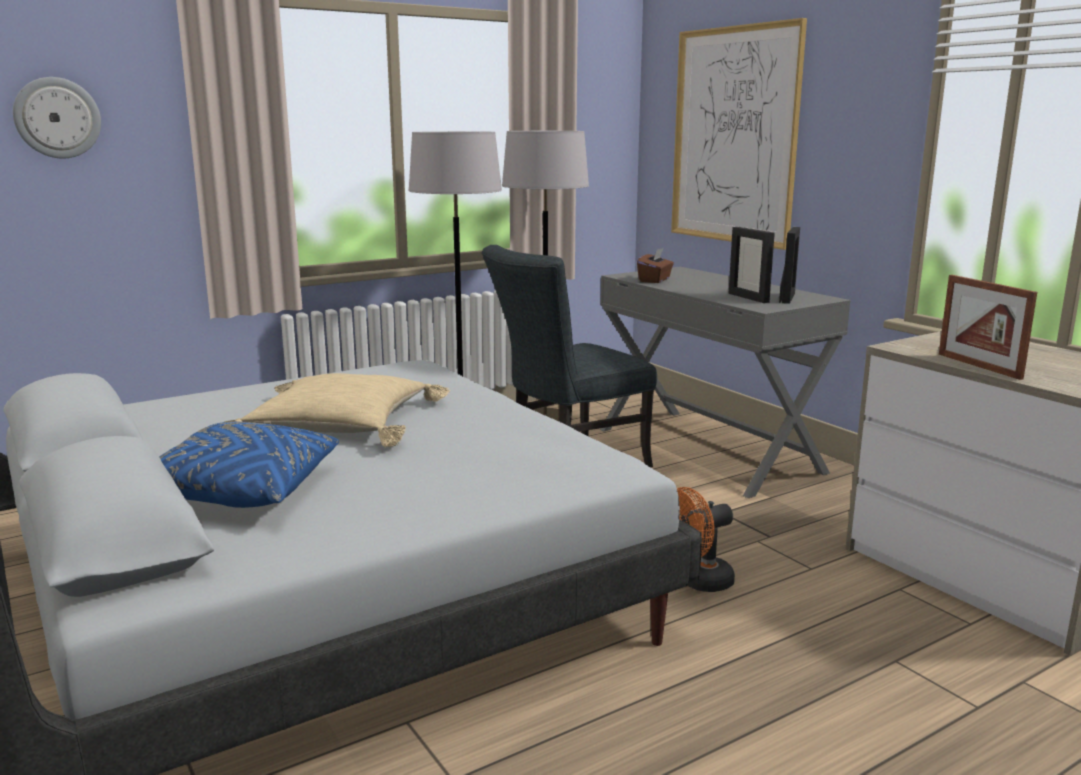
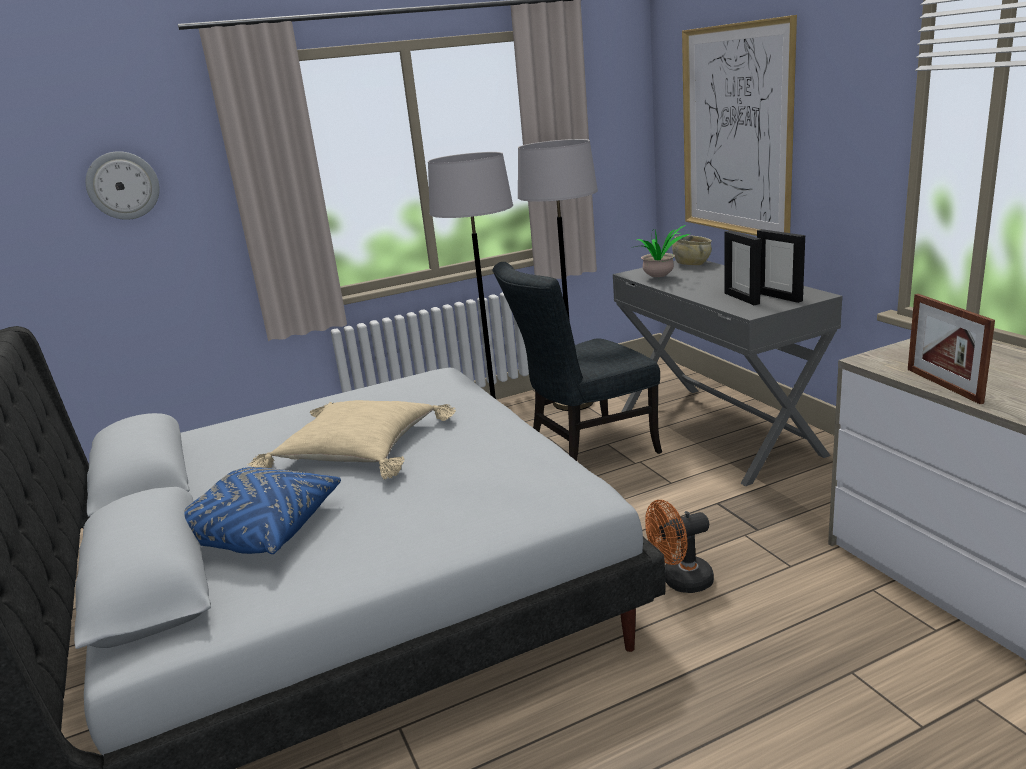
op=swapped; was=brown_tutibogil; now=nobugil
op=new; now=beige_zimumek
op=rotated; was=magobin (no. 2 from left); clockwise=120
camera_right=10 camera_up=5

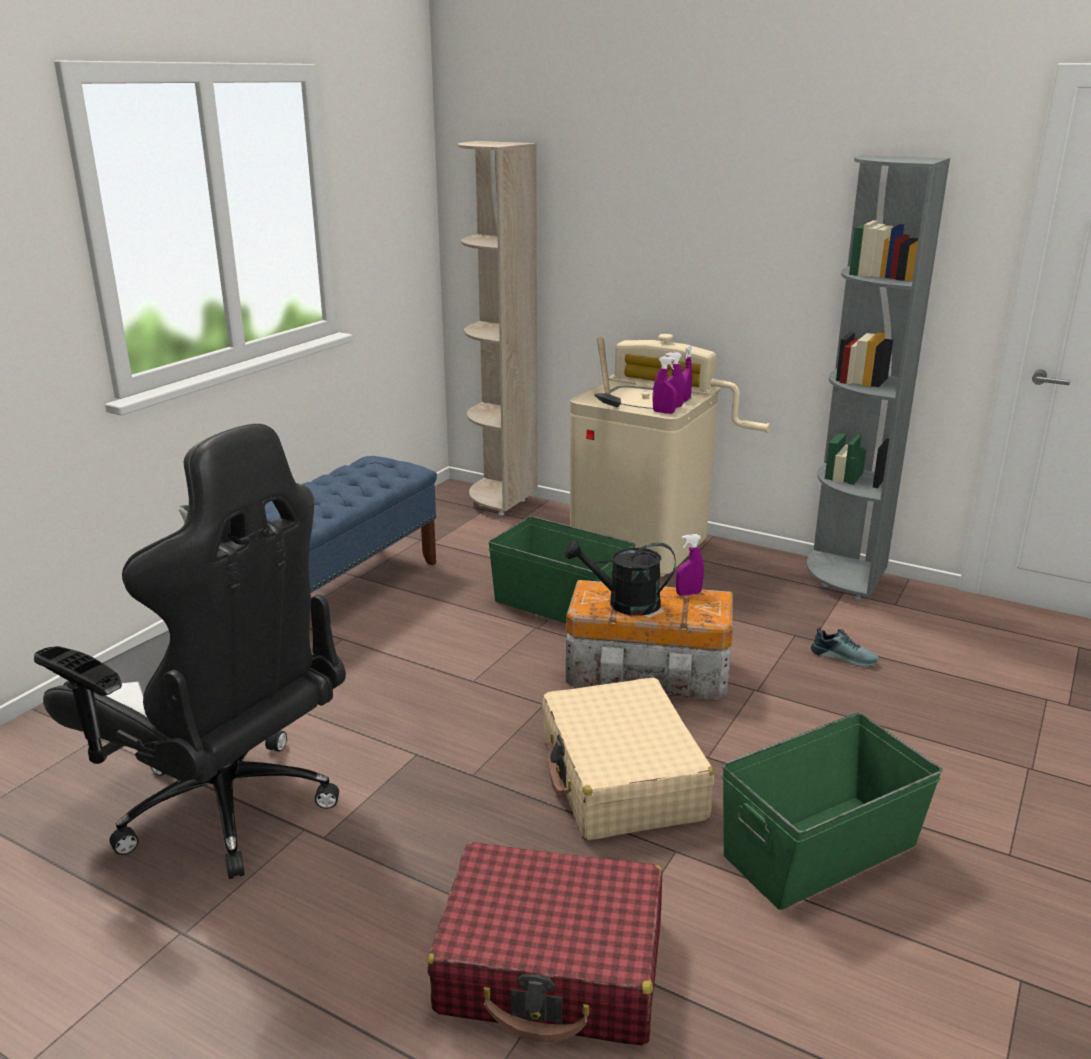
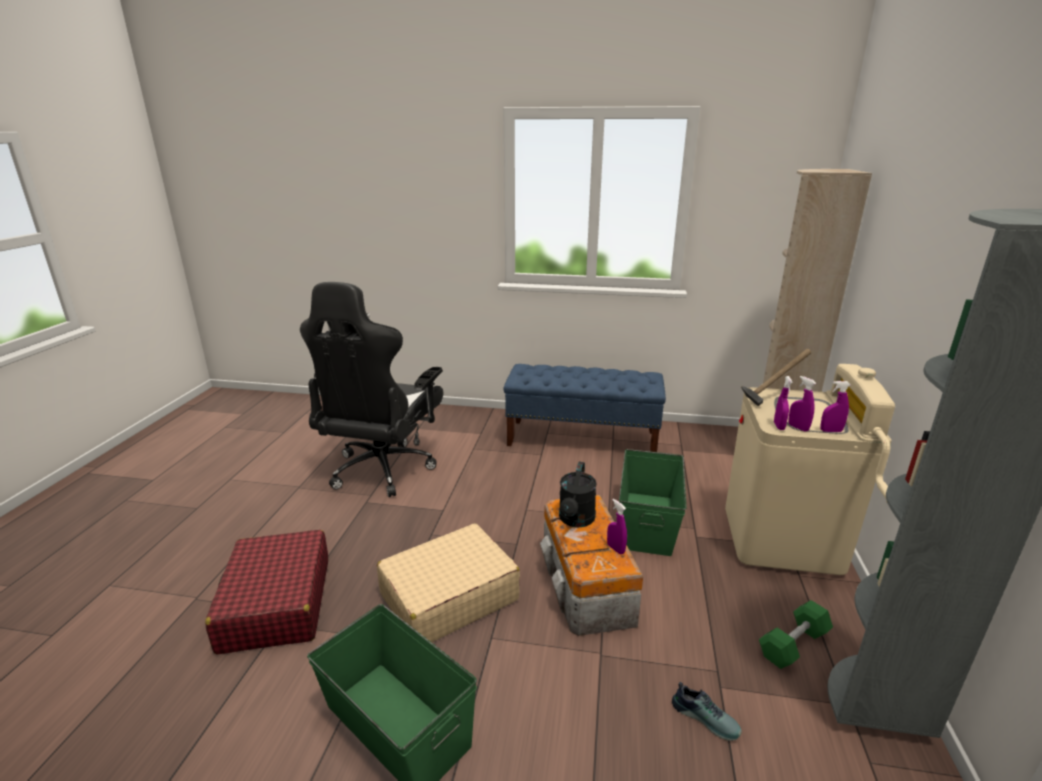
op=rotated; was=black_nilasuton; clockwise=-150
op=rotated; was=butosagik; clockwise=-60
op=new; now=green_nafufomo
camera_right=70 camera_up=0

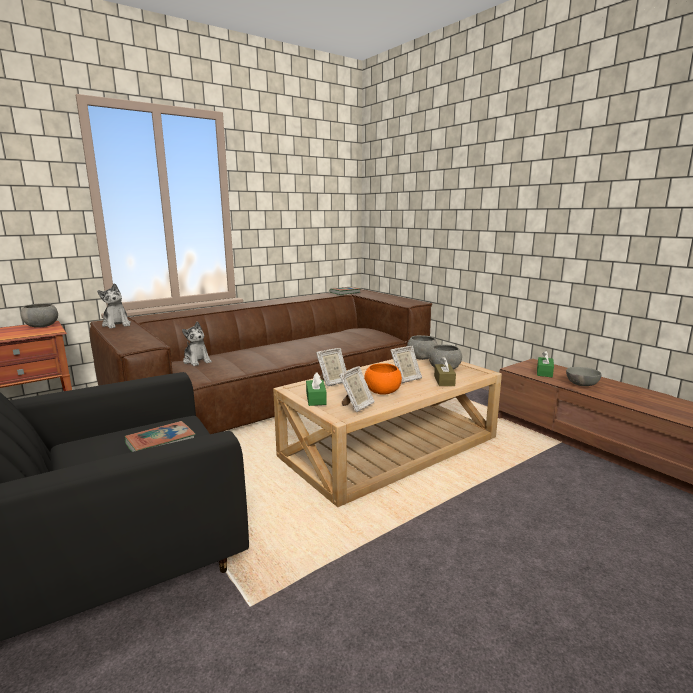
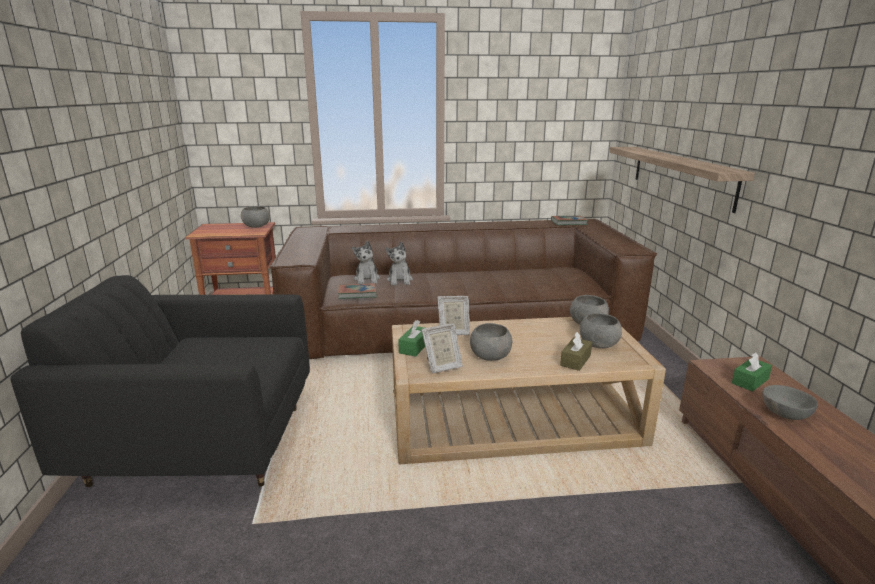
op=shifted; was=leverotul (no. 1 from left)
op=shifted; was=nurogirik (no. 1 from left in the first image); now=nurogirik (no. 2 from left)
op=repainted; was=orange_zimumek; now=grey_zimumek (no. 2 from left)
op=new; now=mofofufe
op=gone; was=magobin (no. 3 from left)
camera_right=30 camera_up=5

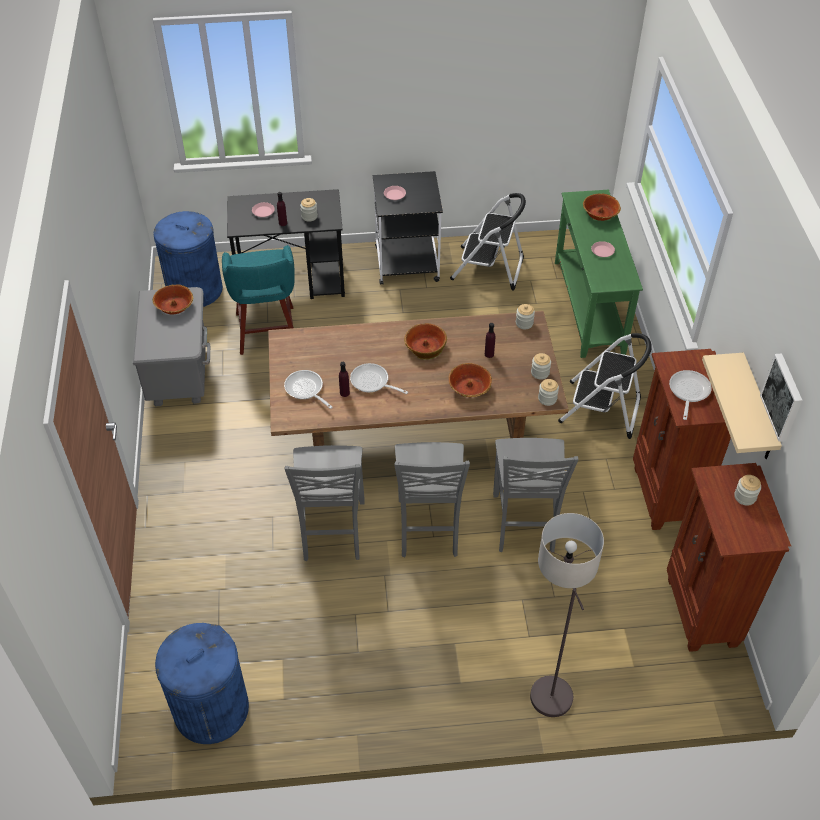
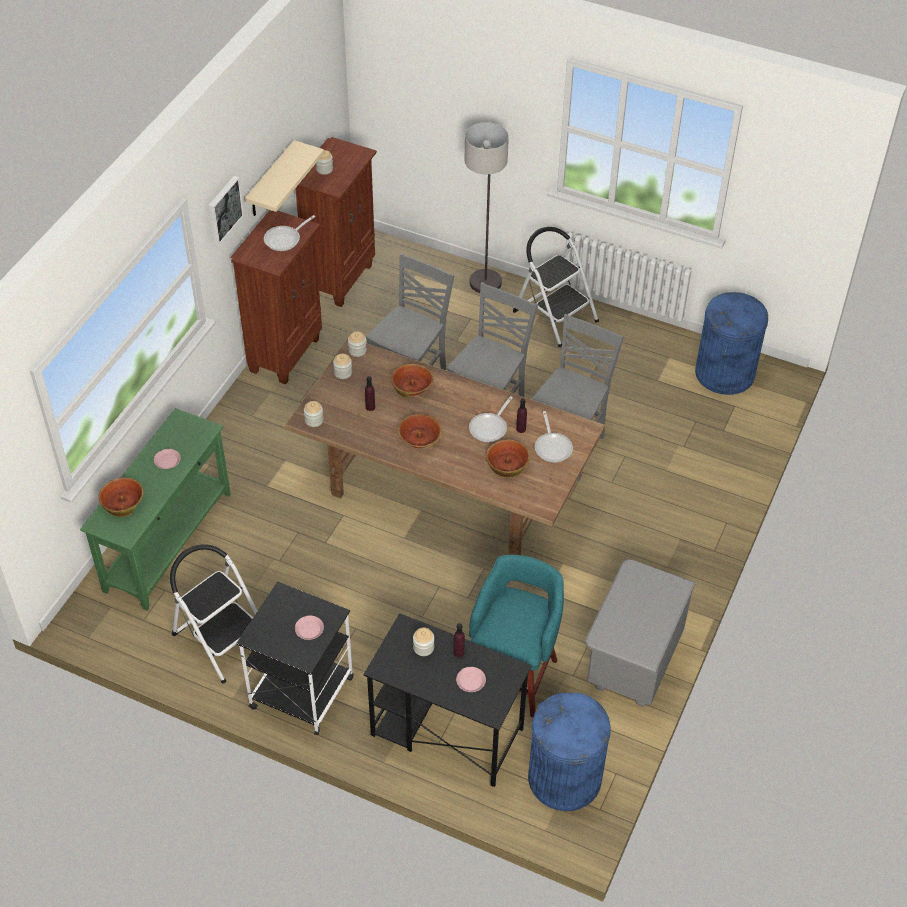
op=shifted; was=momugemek
op=rotated; was=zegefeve (no. 2 from left); clockwise=60
op=shifted; was=zimumek (no. 1 from left in the first image); now=zimumek (no. 4 from left)
op=shifted; was=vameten (no. 2 from left)
camera_right=-150 camera_up=0

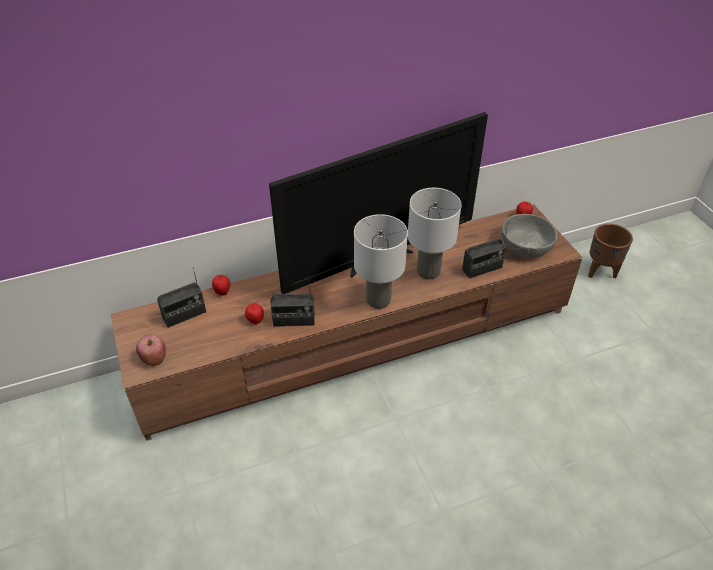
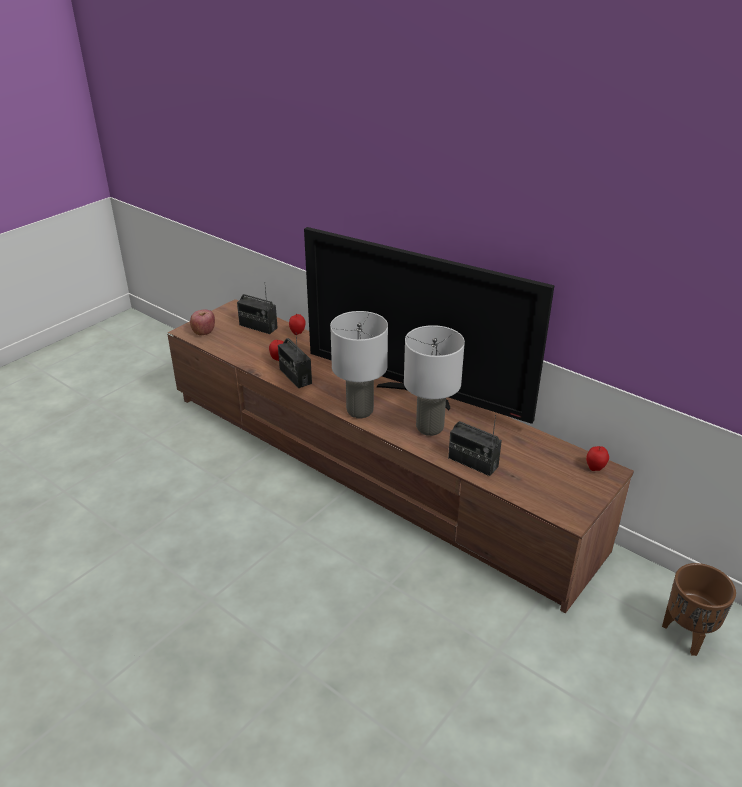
op=gone; was=grey_zimumek
camera_right=60 camera_up=-10

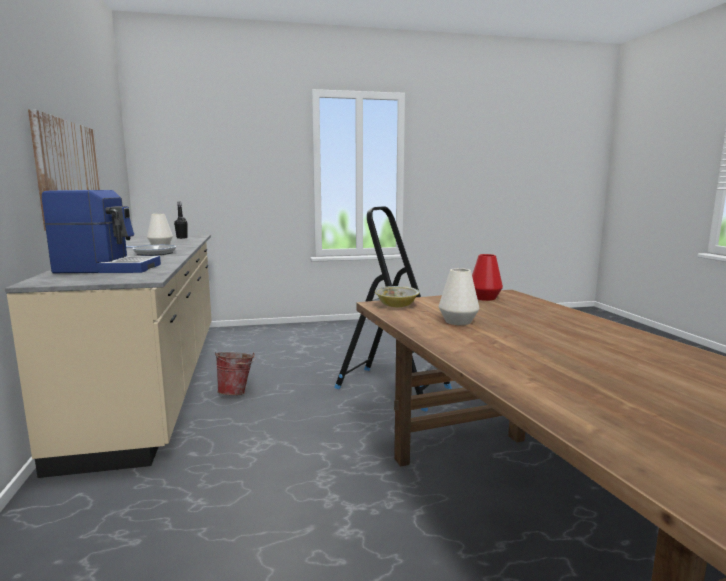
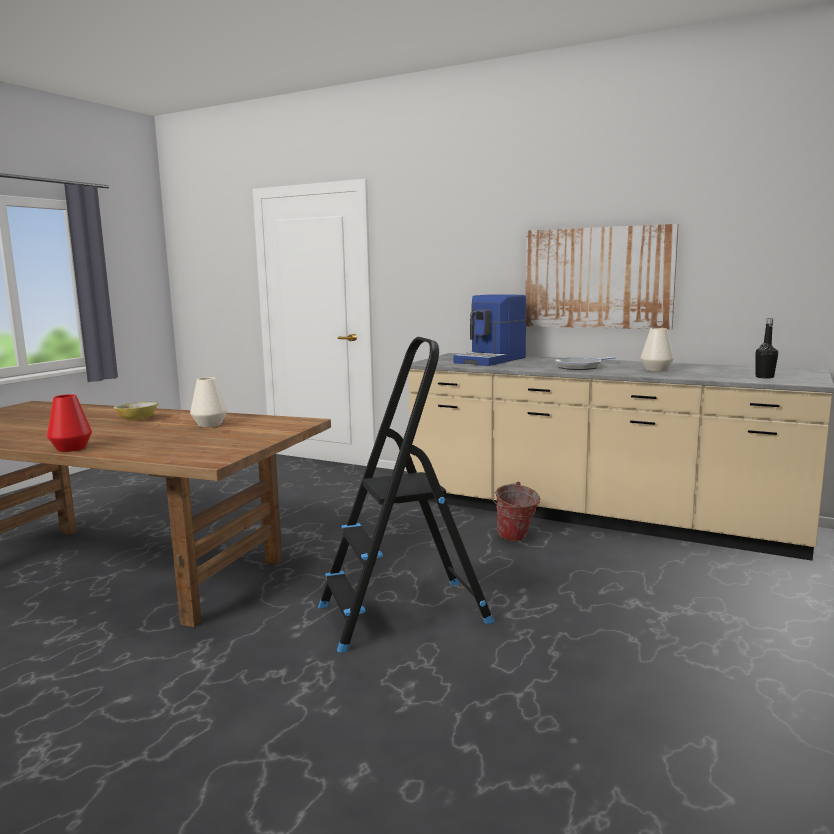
op=shifted; was=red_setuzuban
op=shifted; was=zimumek
camera_right=130 camera_up=0

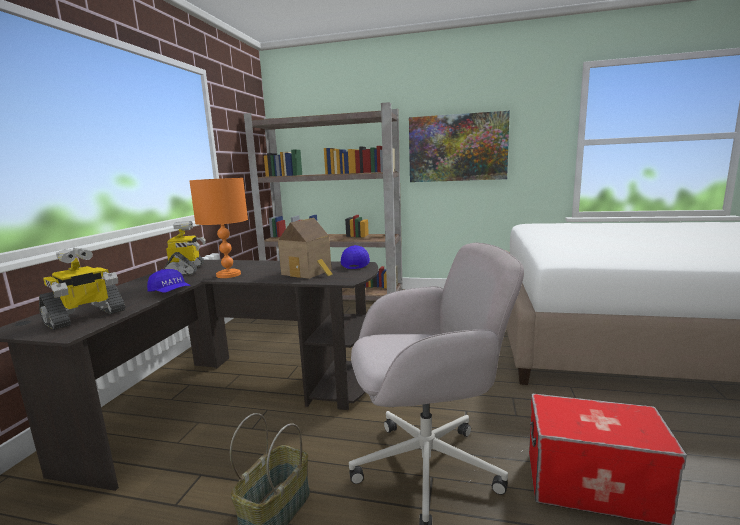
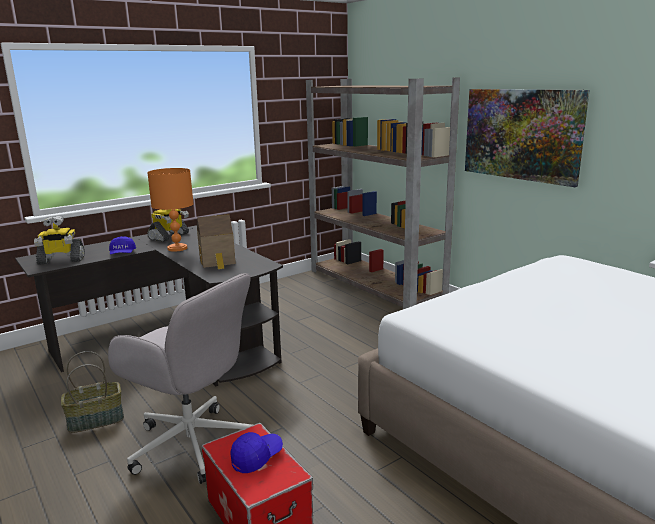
op=shifted; was=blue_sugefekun (no. 2 from left)
camera_right=40 camera_up=5

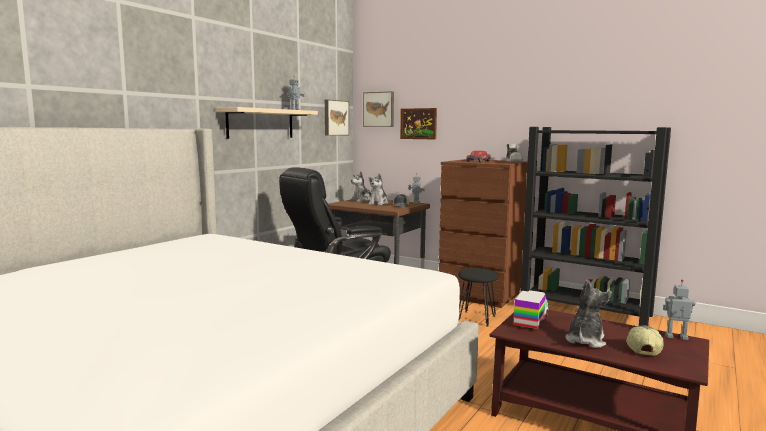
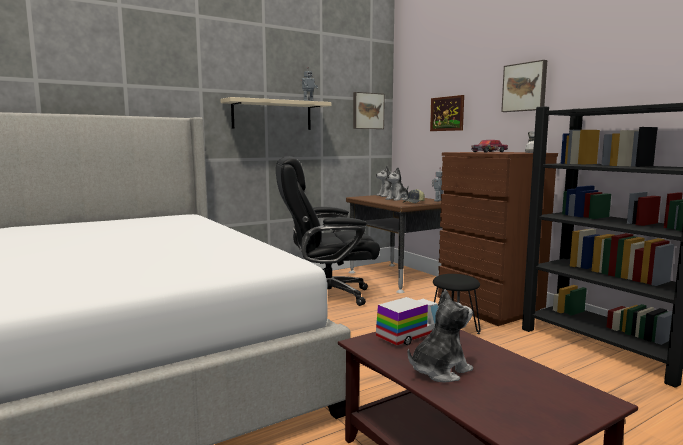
op=shifted; was=momugemek (no. 2 from left in the first image); now=momugemek (no. 3 from left)
op=gone; was=sugefekun (no. 2 from left)
op=gone; was=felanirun (no. 3 from left)
camera_right=25 camera_up=0

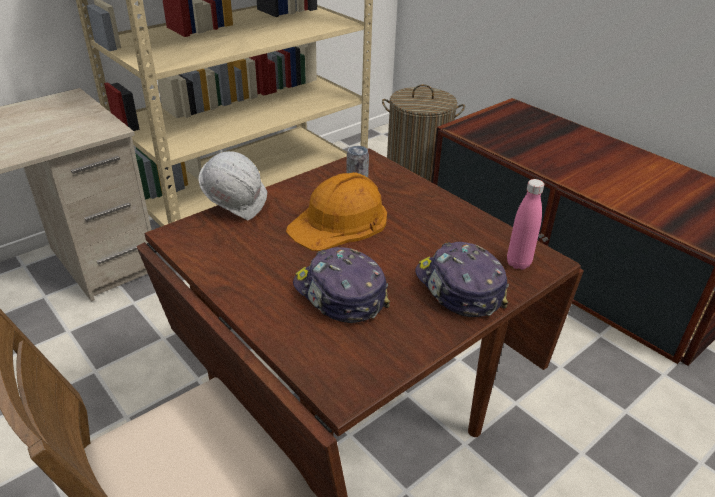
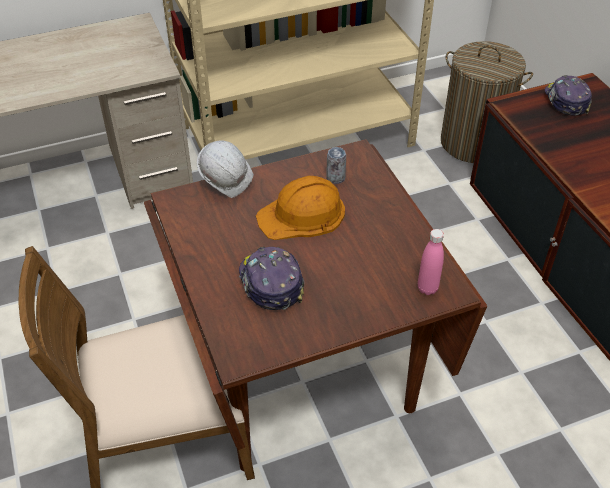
op=shifted; was=sugefekun (no. 2 from left)
camera_right=20 camera_up=10

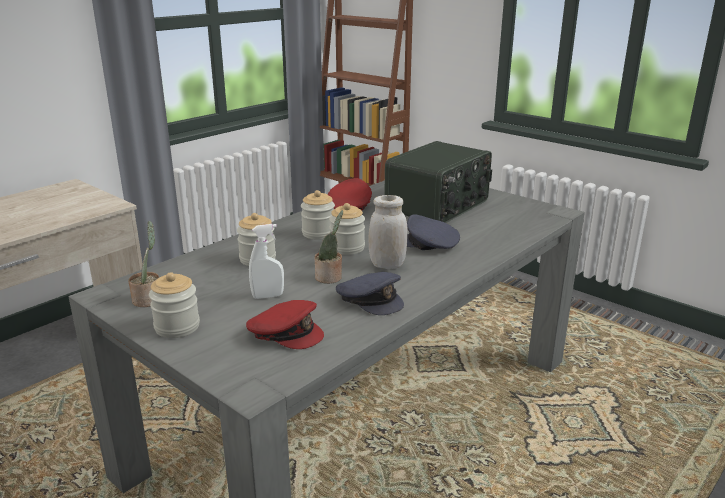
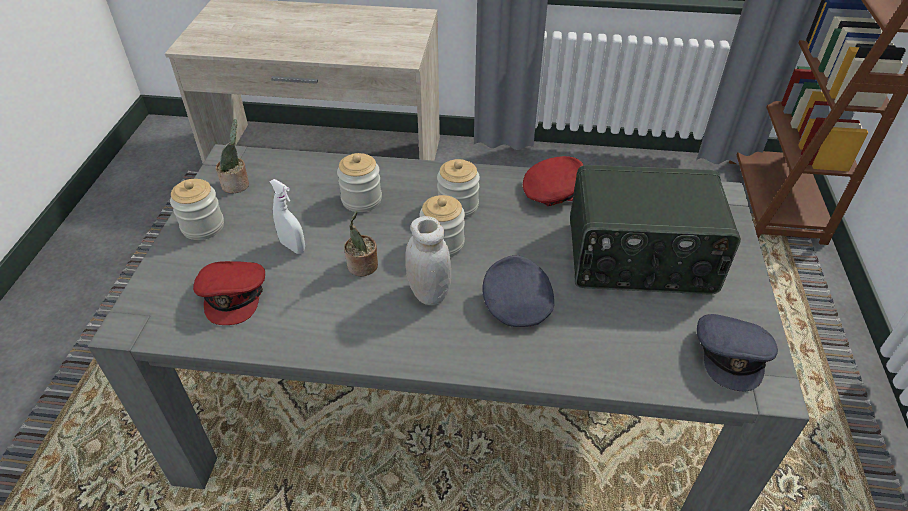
op=shifted; was=grey_sugefekun (no. 1 from left in the first image); now=grey_sugefekun (no. 2 from left)
camera_right=55 camera_up=20

